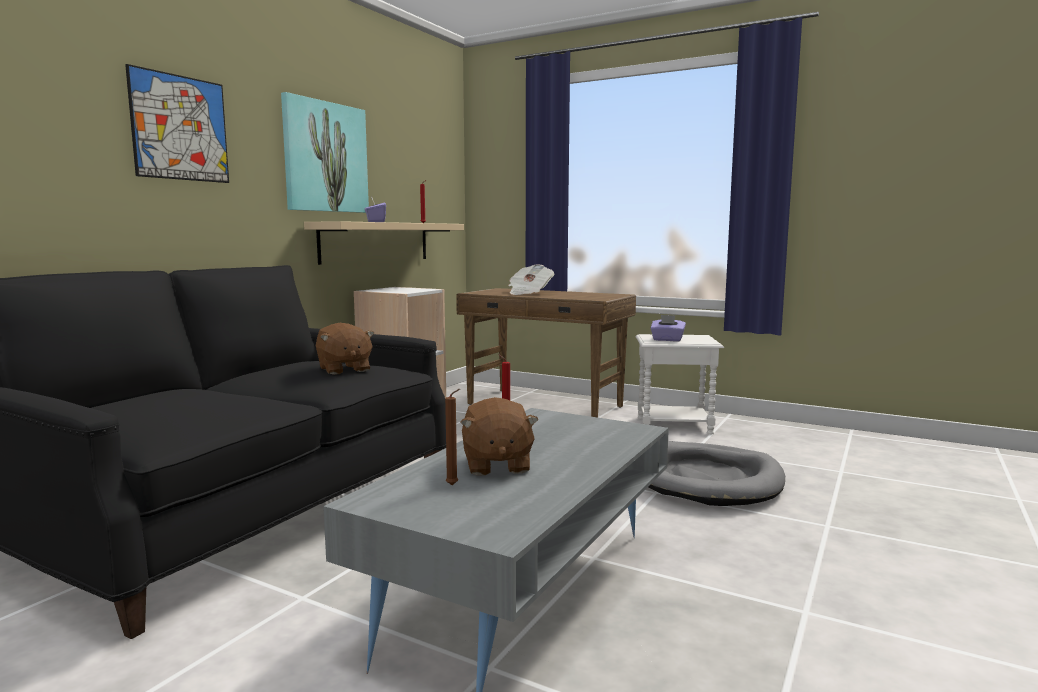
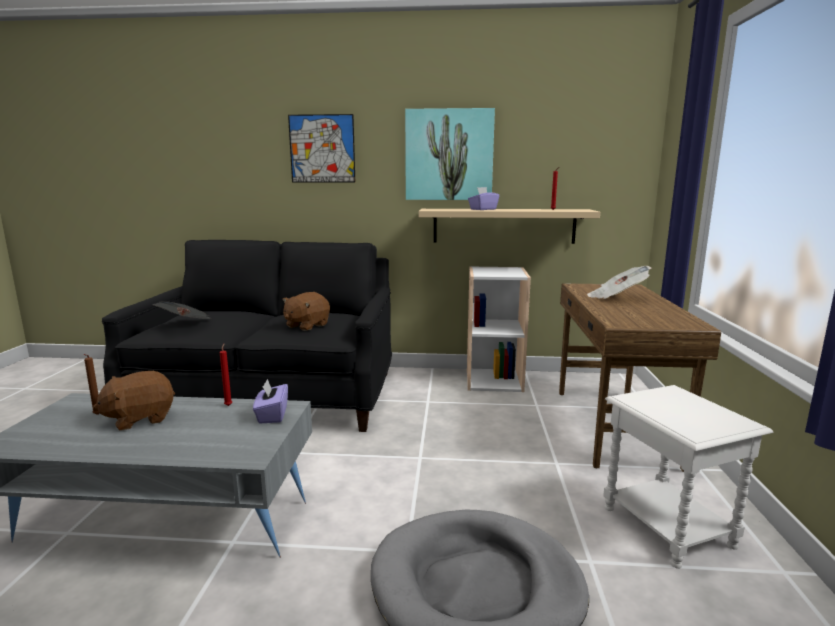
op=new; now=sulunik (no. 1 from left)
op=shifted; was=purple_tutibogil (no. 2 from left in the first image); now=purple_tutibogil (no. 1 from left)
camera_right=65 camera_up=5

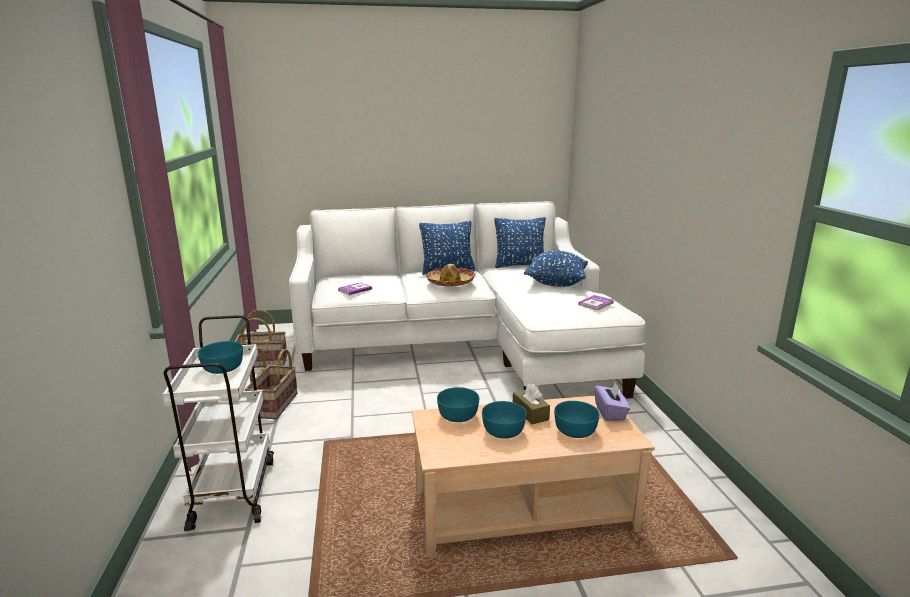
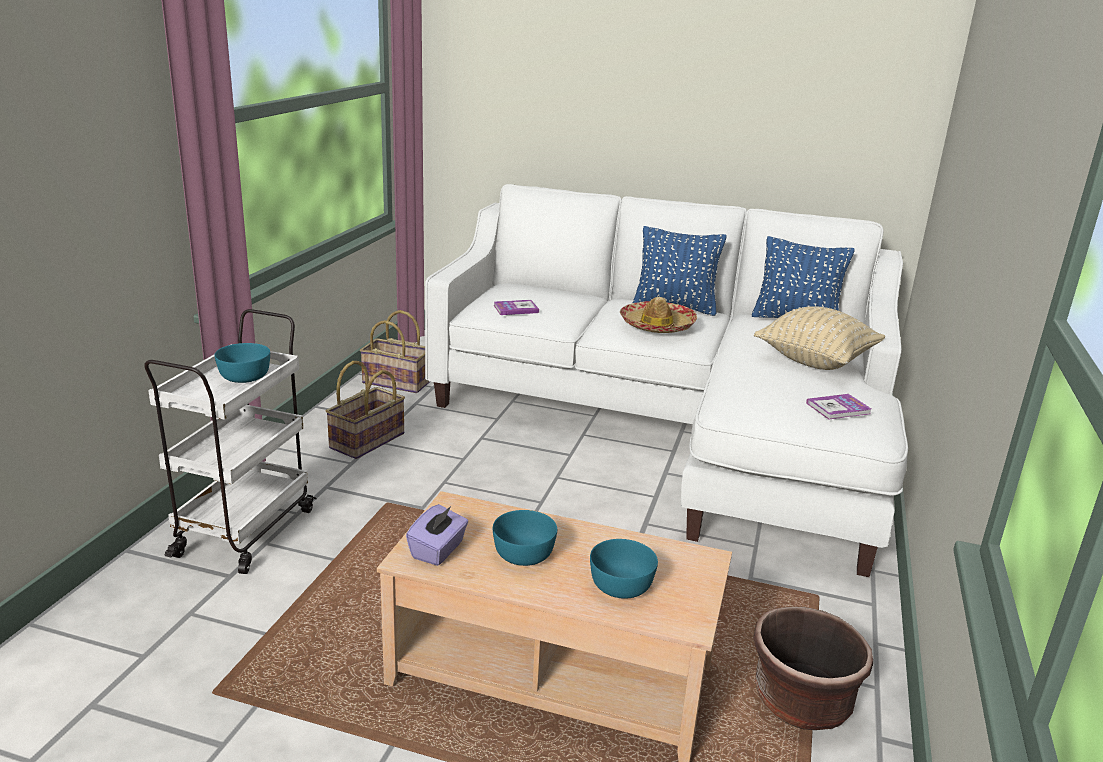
op=shifted; was=purple_tutibogil
op=new; now=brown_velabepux
op=repainted; was=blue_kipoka (no. 3 from left); now=beige_kipoka
op=gone; was=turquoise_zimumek (no. 2 from left)
op=gone; was=brown_tutibogil
camera_right=25 camera_up=5

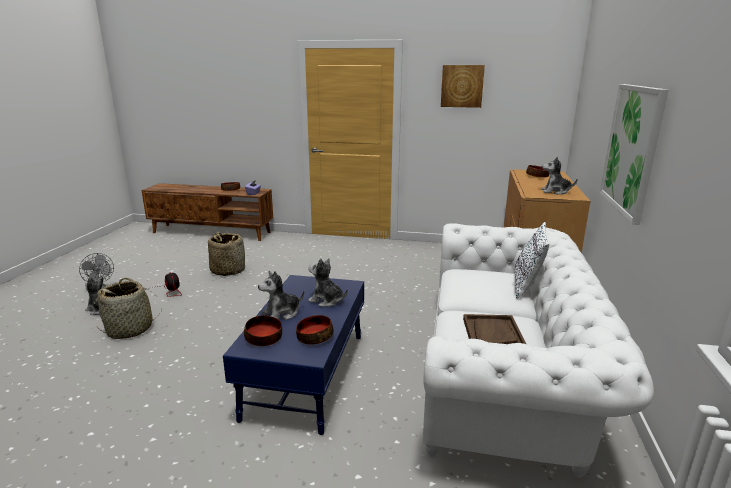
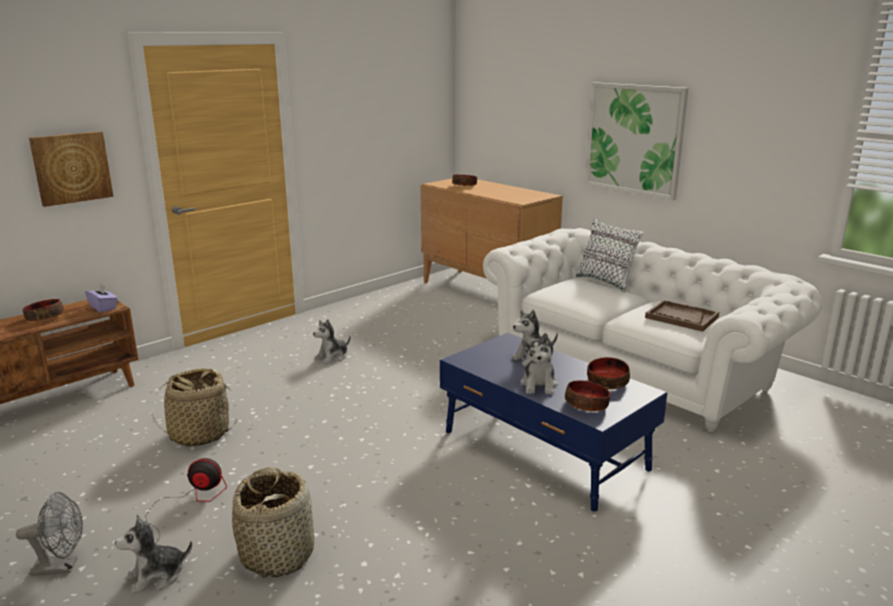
op=shifted; was=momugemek (no. 1 from left)
op=shifted; was=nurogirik (no. 4 from left in the first image); now=nurogirik (no. 2 from left)
camera_right=-55 camera_up=0

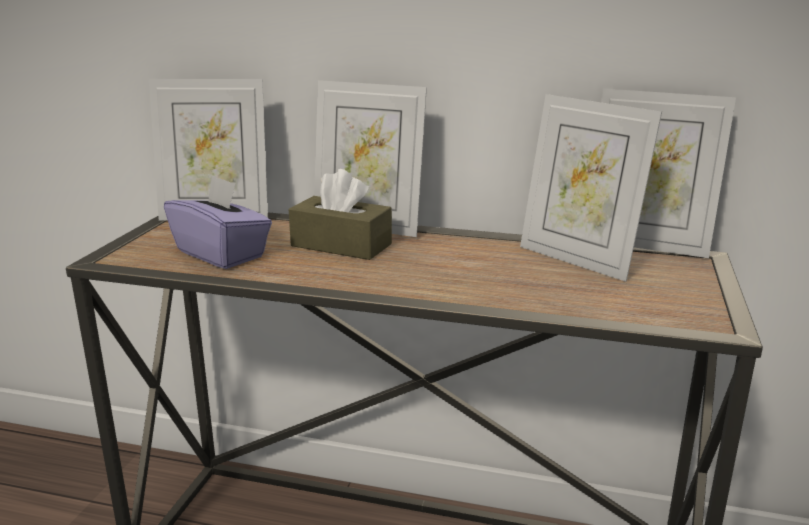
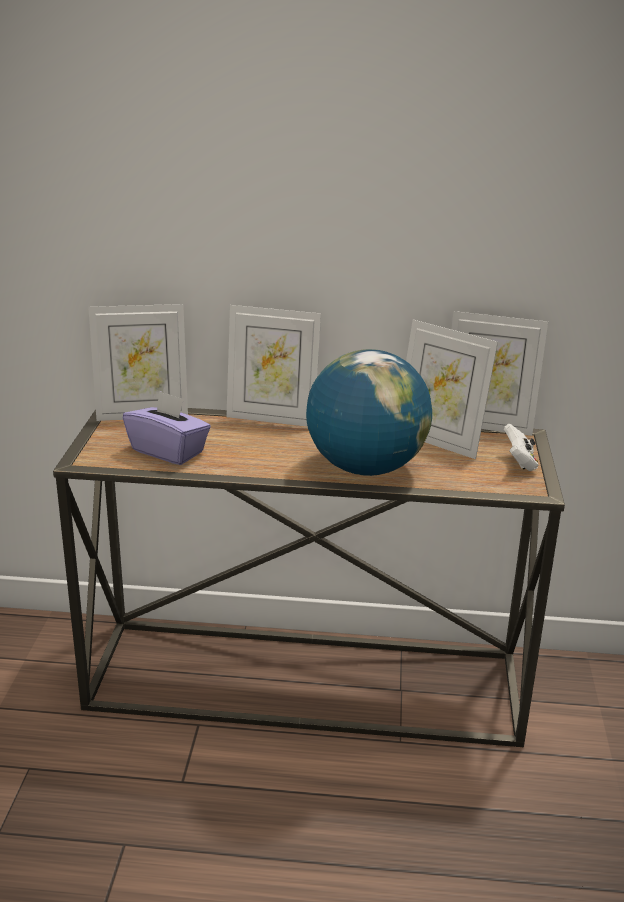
op=new; now=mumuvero
op=new; now=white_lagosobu
op=gone; was=brown_tutibogil
camera_right=-10 camera_up=5

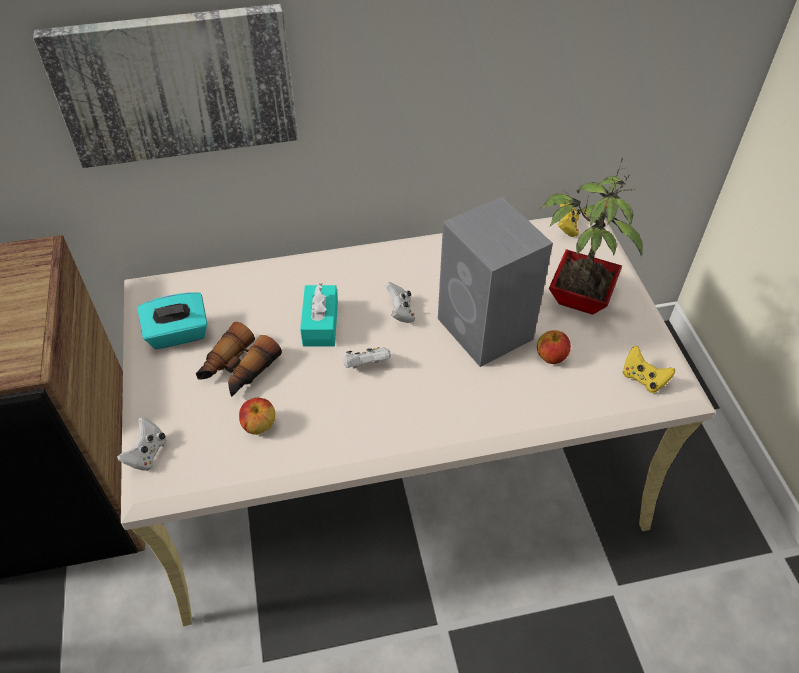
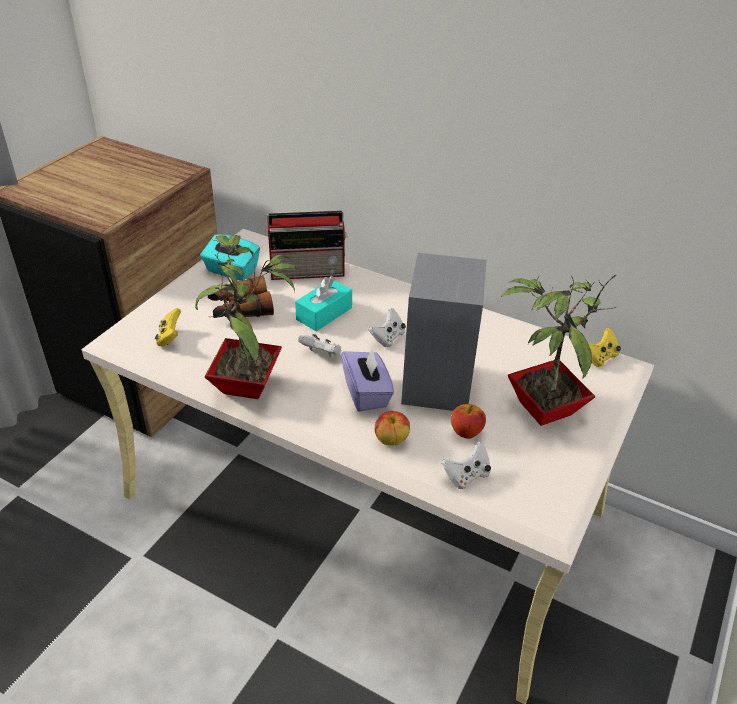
op=shifted; was=yellow_lagosobu (no. 2 from left in the first image); now=yellow_lagosobu (no. 1 from left)
op=new; now=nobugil (no. 1 from left)
op=new; now=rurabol
op=new; now=purple_tutibogil
op=shifted; was=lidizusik (no. 1 from left)
op=shifted; was=white_lagosobu (no. 1 from left in the first image); now=white_lagosobu (no. 3 from left)
op=gone; was=momugemek
camera_right=40 camera_up=-10

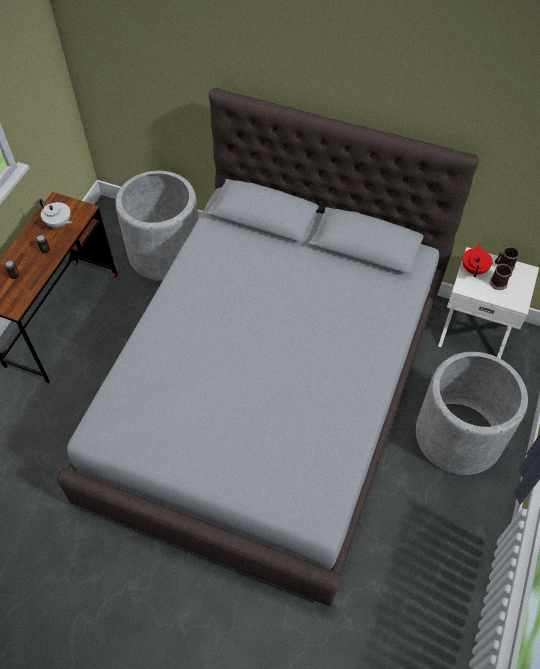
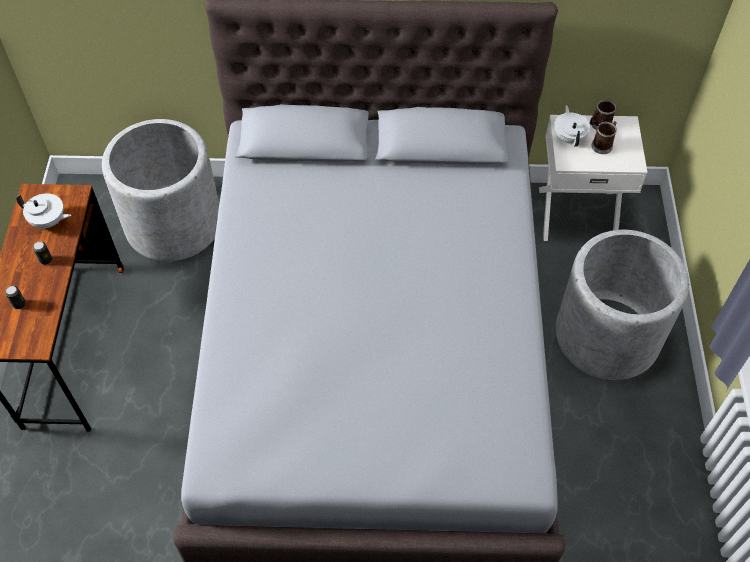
op=repainted; was=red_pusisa; now=white_pusisa (no. 2 from left)
camera_right=-20 camera_up=0

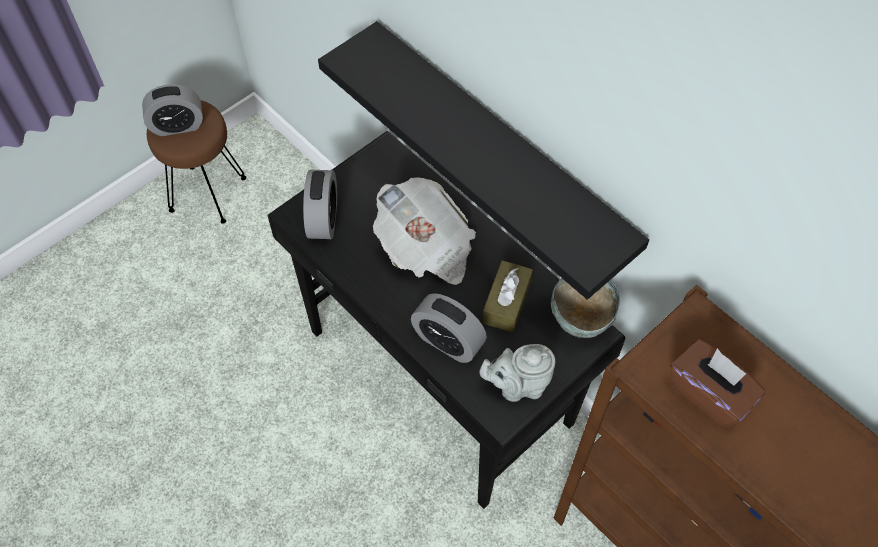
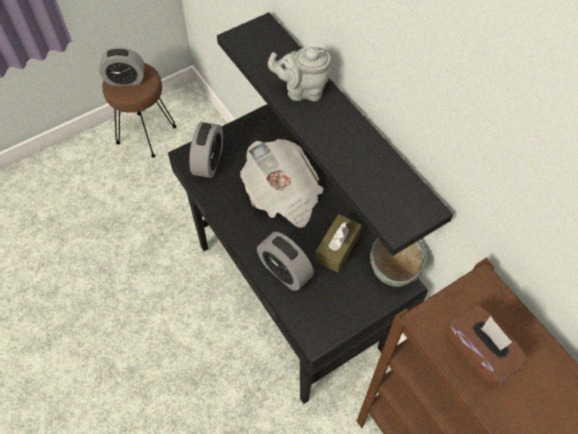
op=shifted; was=grey_pusisa
camera_right=10 camera_up=0

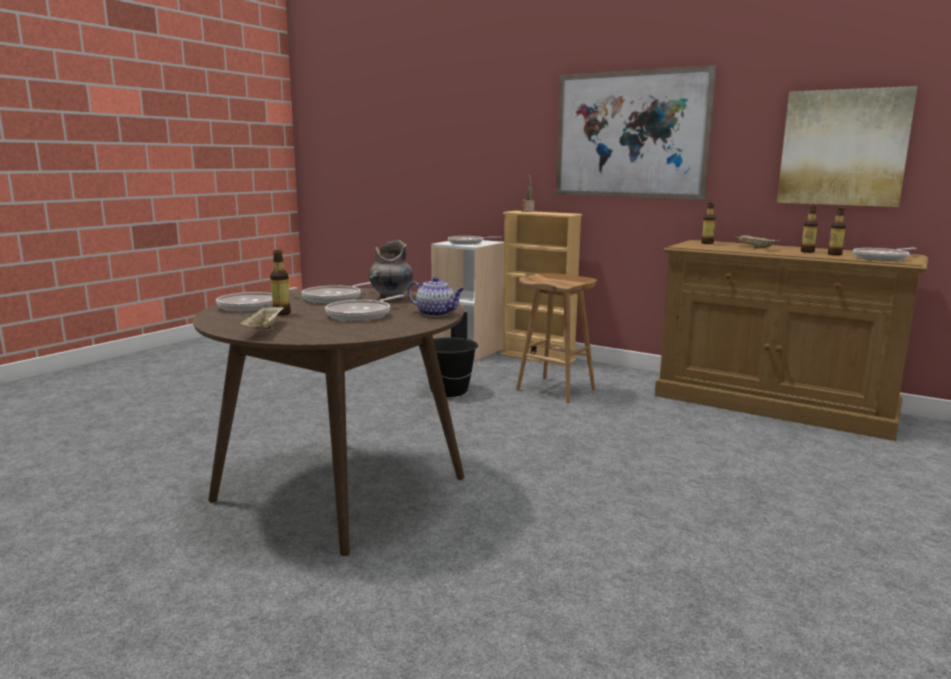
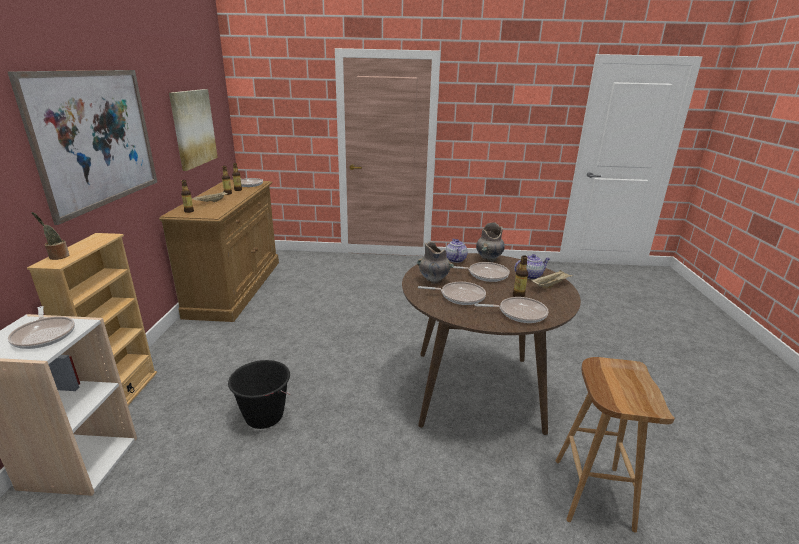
op=new; now=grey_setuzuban (no. 2 from left)
op=new; now=pusisa (no. 2 from left)
op=shifted; was=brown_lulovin
camera_right=-120 camera_up=10

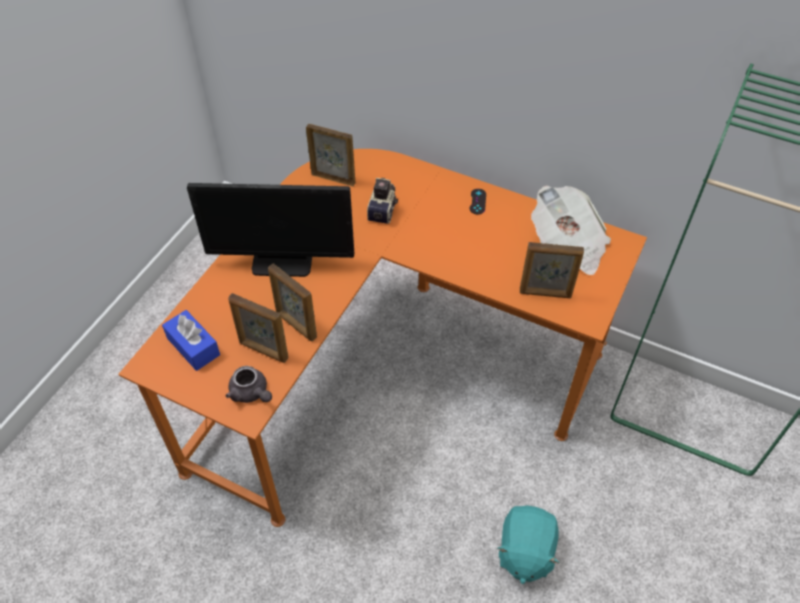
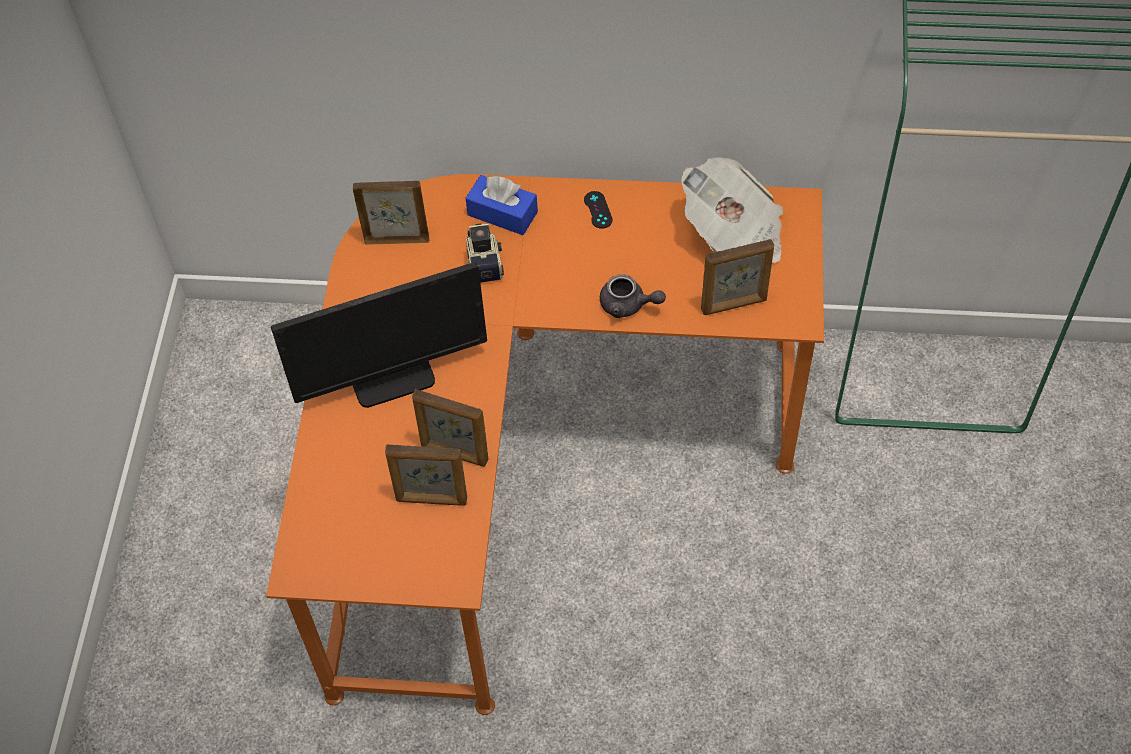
op=shifted; was=blue_tutibogil
op=shifted; was=grey_pusisa
op=gone; was=turquoise_nurogirik
camera_right=-20 camera_up=5

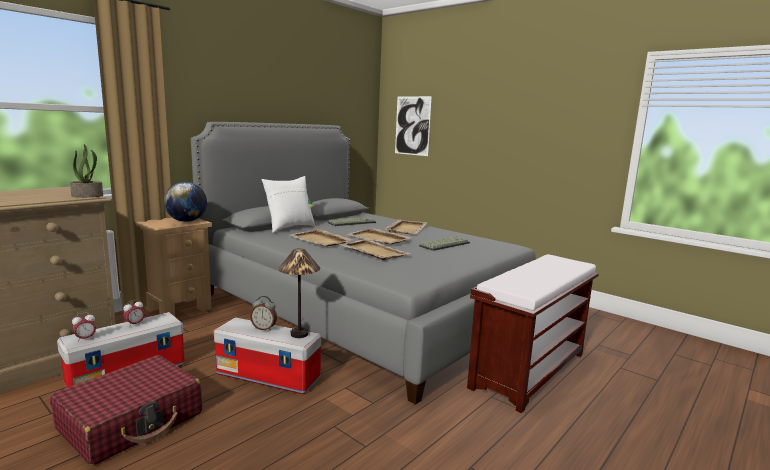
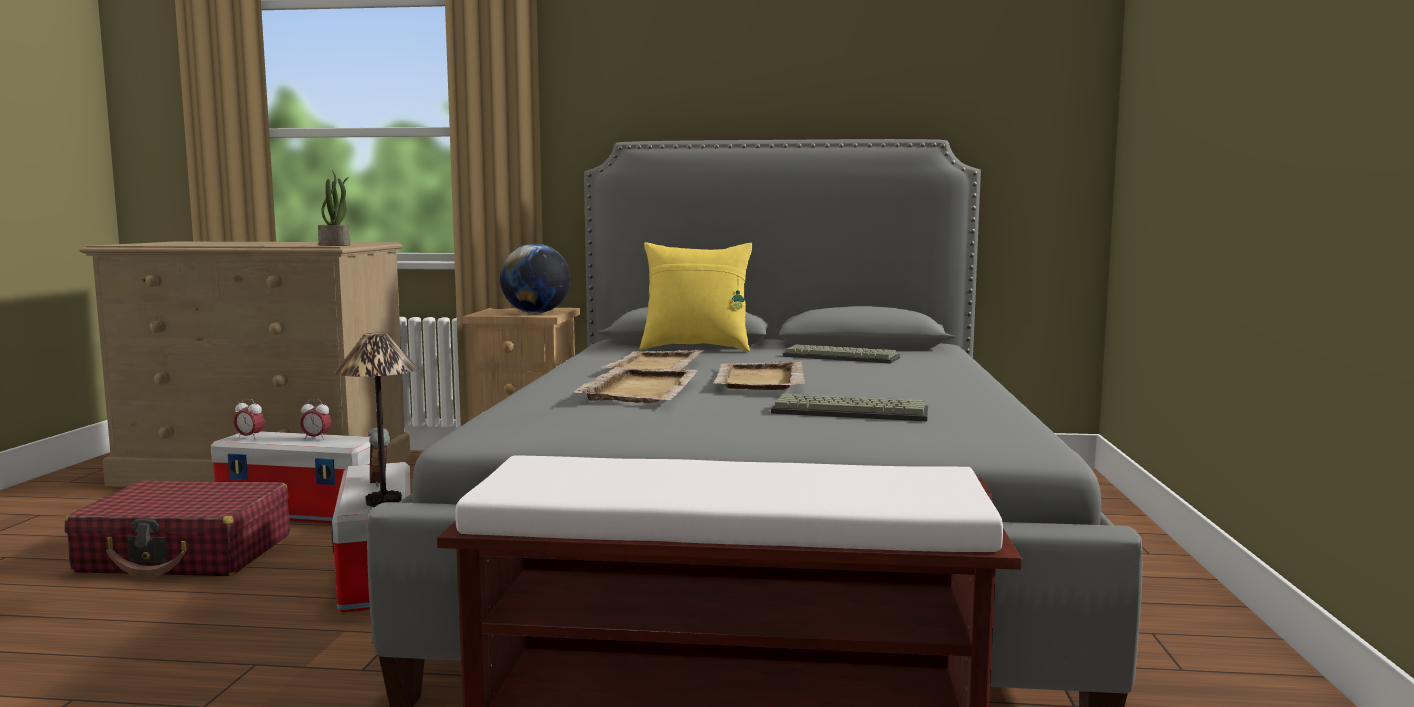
op=repainted; was=white_kipoka; now=yellow_kipoka
op=gone; was=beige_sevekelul (no. 4 from left)
op=gone; was=momugemek
camera_right=55 camera_up=-5

